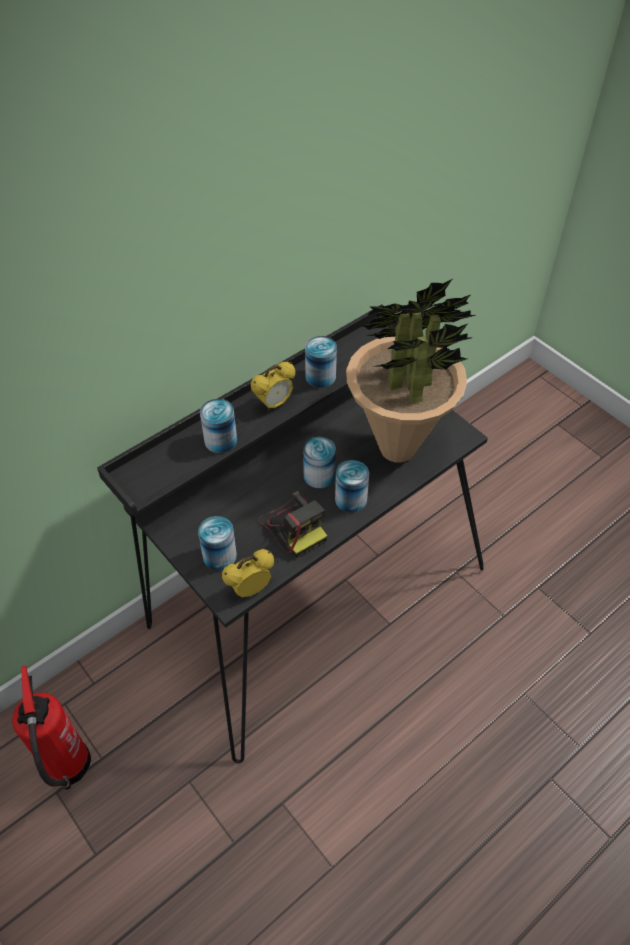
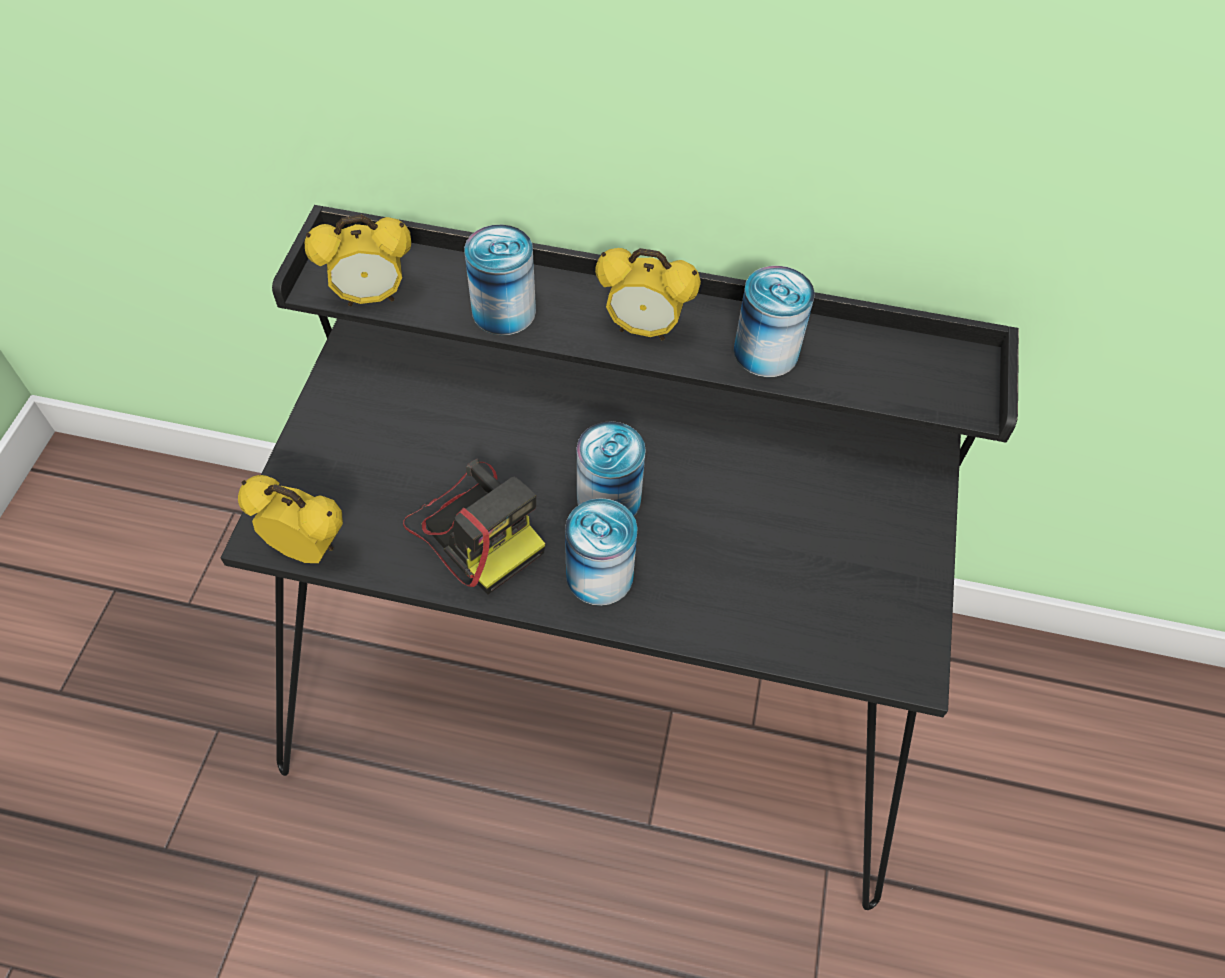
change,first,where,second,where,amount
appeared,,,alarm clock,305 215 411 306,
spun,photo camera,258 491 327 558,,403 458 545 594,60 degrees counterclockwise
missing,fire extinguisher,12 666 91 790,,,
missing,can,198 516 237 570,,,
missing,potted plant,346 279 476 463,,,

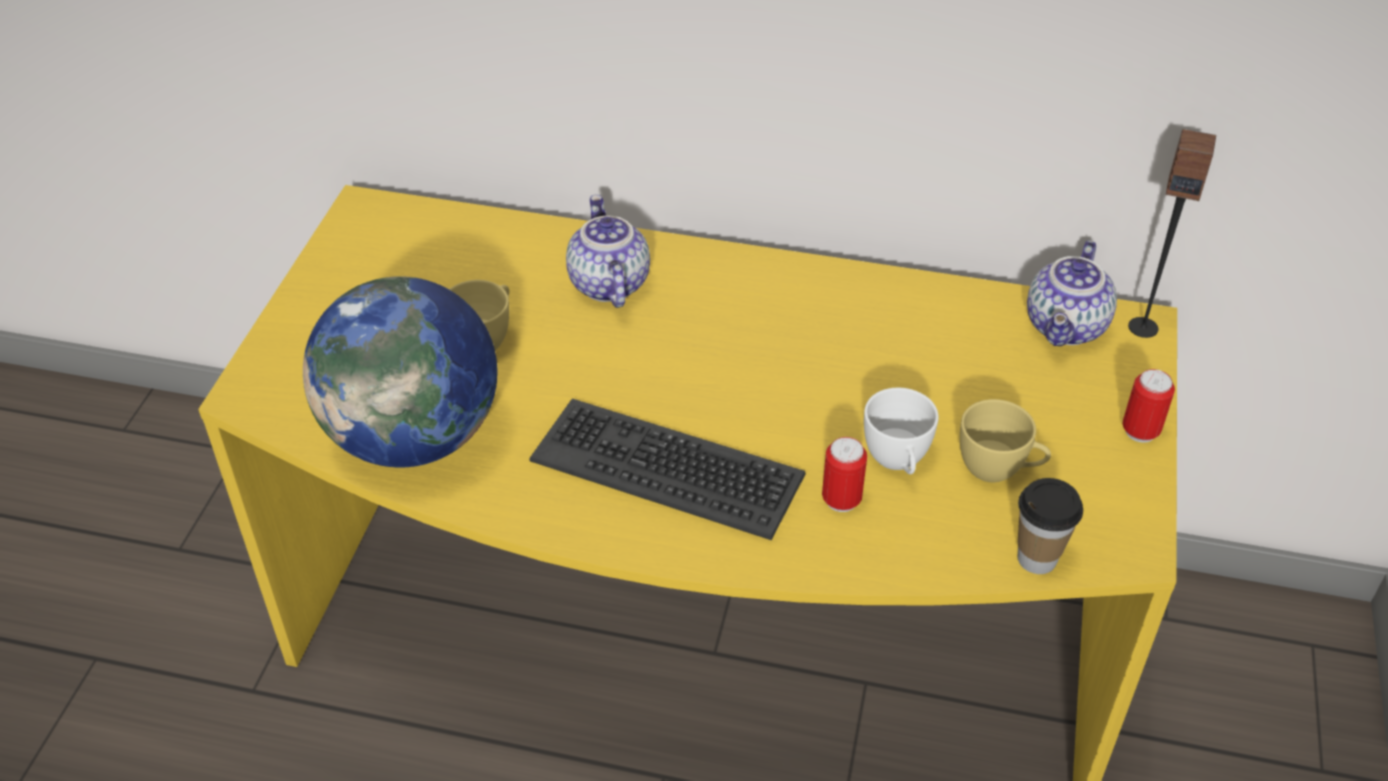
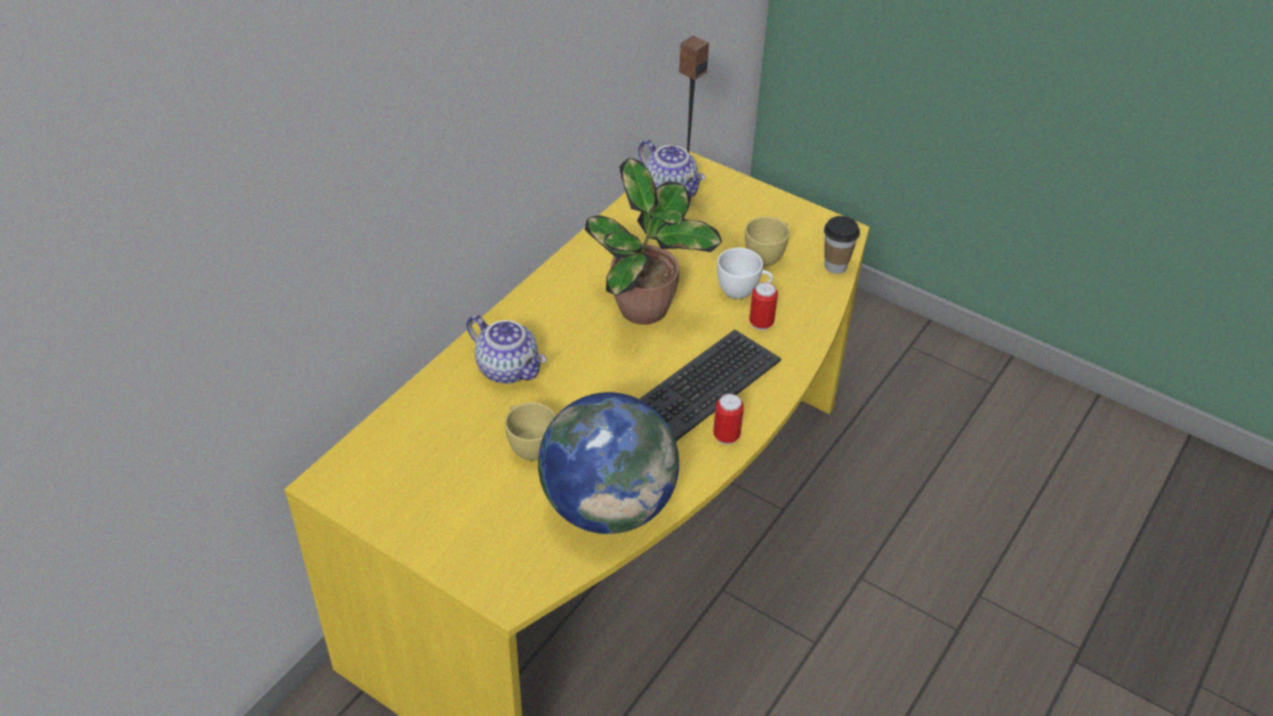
change,first,where,second,where,amount
spun,teapot,566 195 650 308,,467 315 546 384,150 degrees counterclockwise
appeared,,,potted plant,585 158 722 325,
relocated,can,1123 369 1175 443,,713 394 744 445,

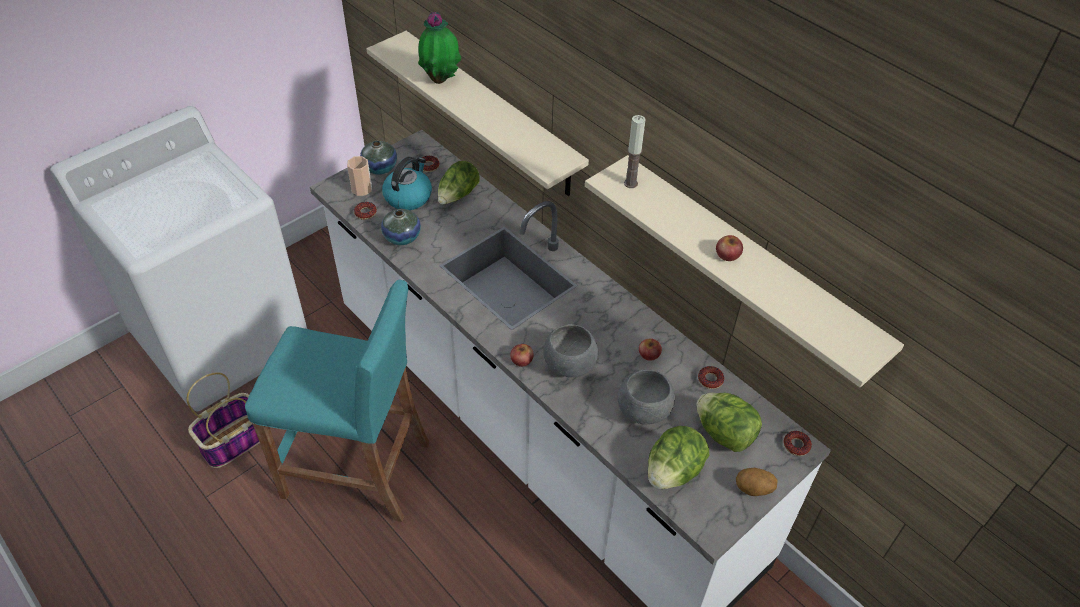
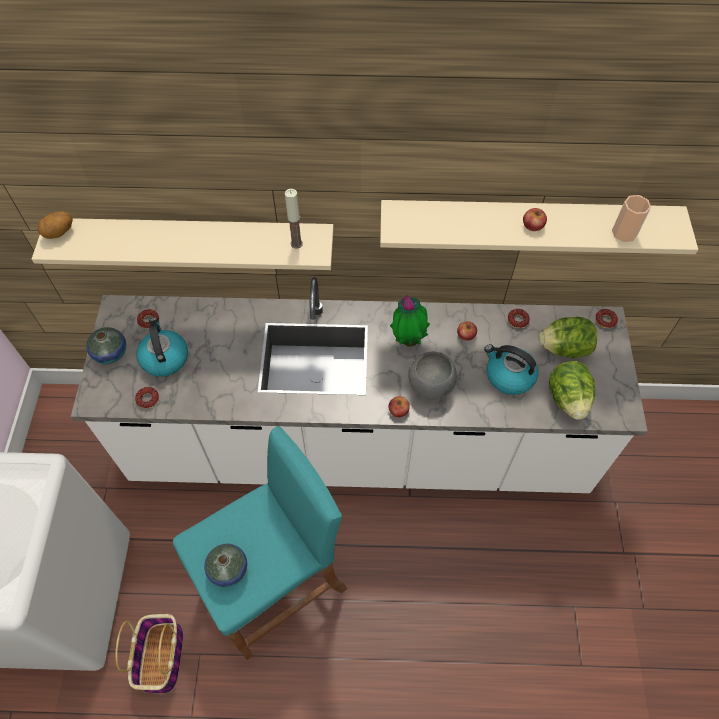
change,first,where,second,where,amount
relocated,potato,736 468 778 496,,38 211 73 239,
relocated,vase,381 209 421 245,,204 544 247 587,
relocated,candle,624 115 646 188,,285 189 303 249,
relocated,potted plant,418 11 462 84,,390 295 430 347,
exchanged,bowl (grey),617 370 675 425,kettle,484 344 538 395,
relocated,cup,347 156 372 196,,612 195 651 242,
missing,lettuce,438 161 479 204,,,

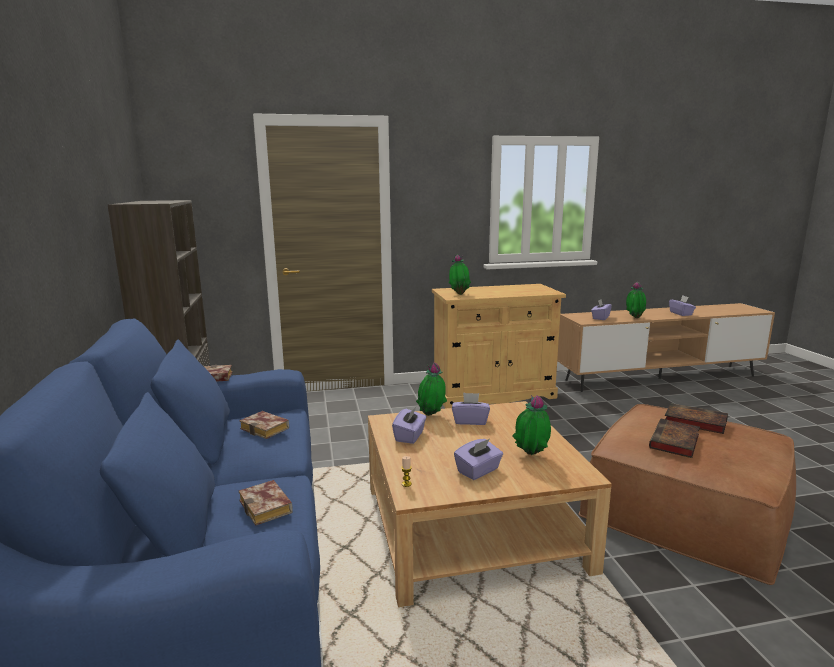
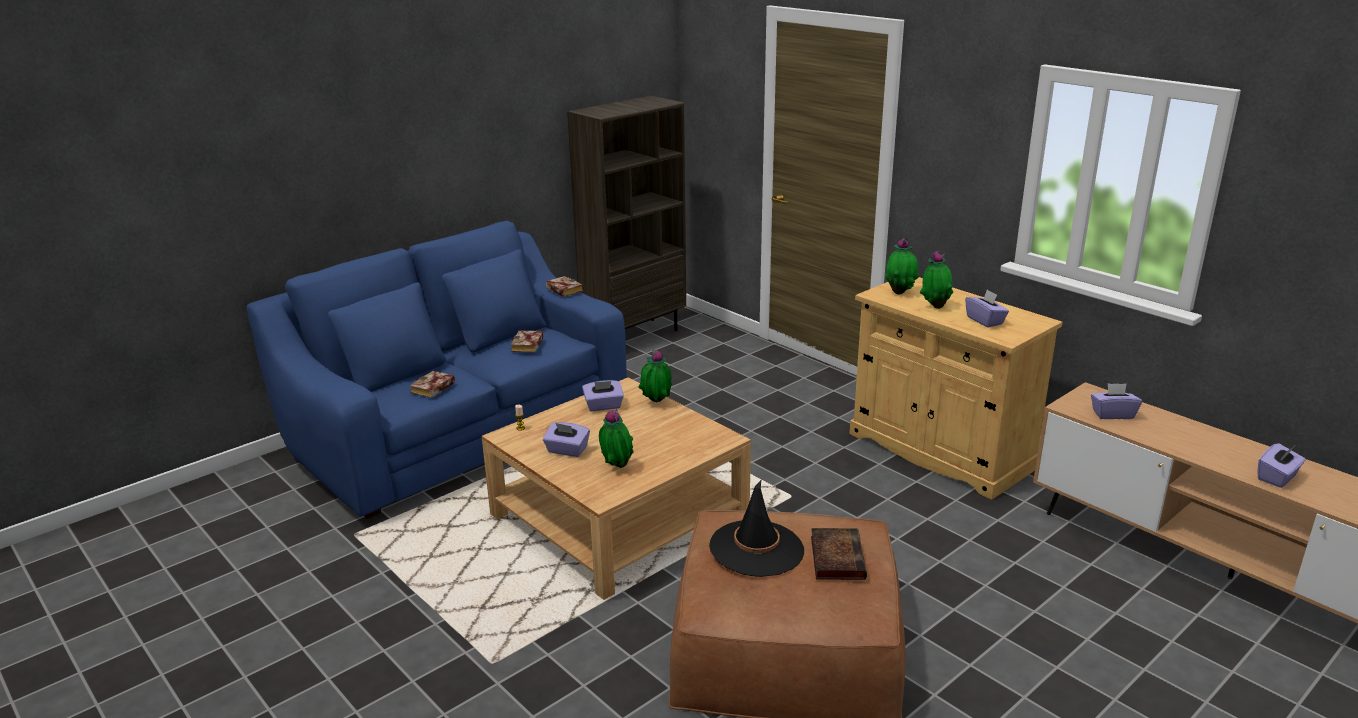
change,first,where,second,where,amount
exchanged,book,649 419 700 458,hat (black),709 480 804 577,
relocated,potted plant,626 282 646 318,,920 251 953 309,
relocated,tissue box (purple),452 393 490 425,,965 290 1009 328,

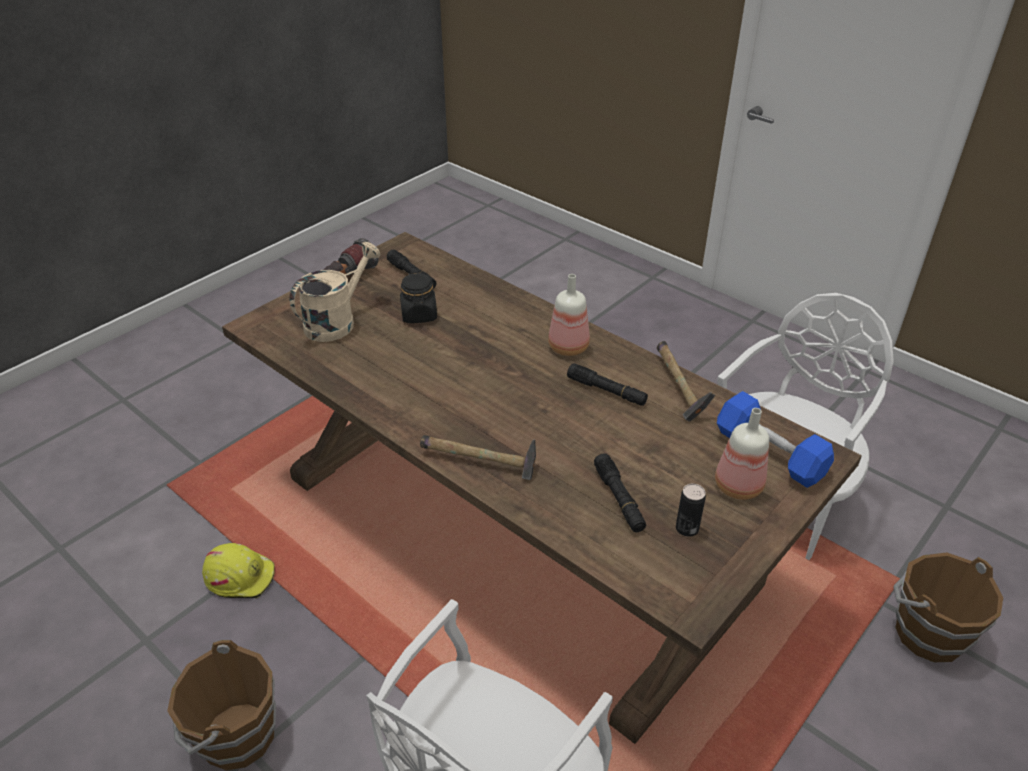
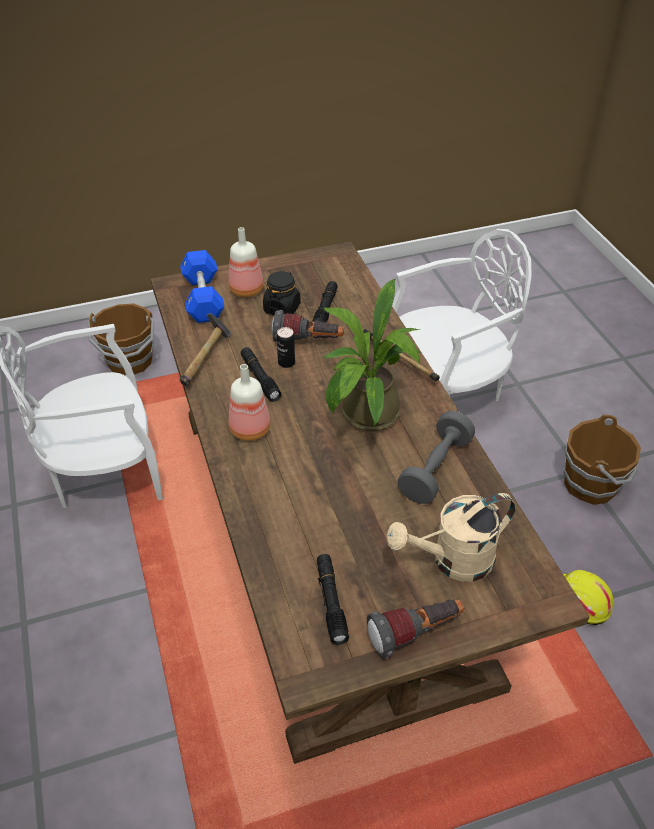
change,first,where,second,where,amount
relocated,jar (black),400 272 437 323,,263 271 301 315,
appeared,,,flashlight,272 310 344 343,
relocated,can,676 484 706 537,,277 327 295 368,
appeared,,,potted plant,323 279 422 432,
appeared,,,dumbbell (grey),398 411 475 504,

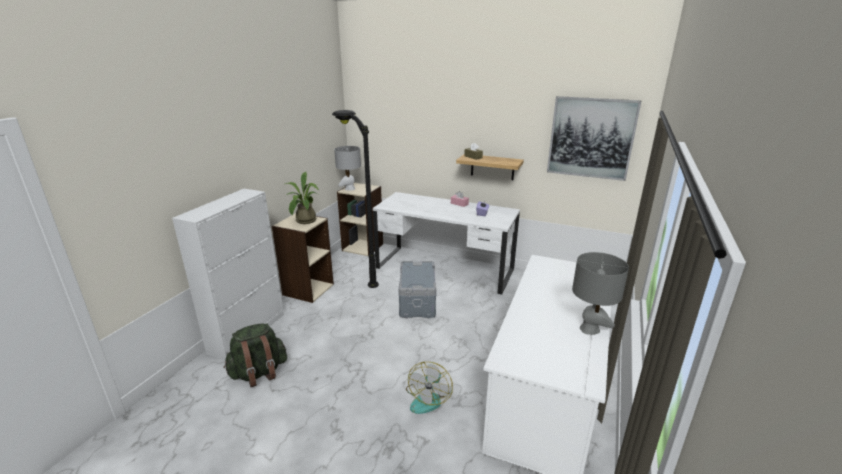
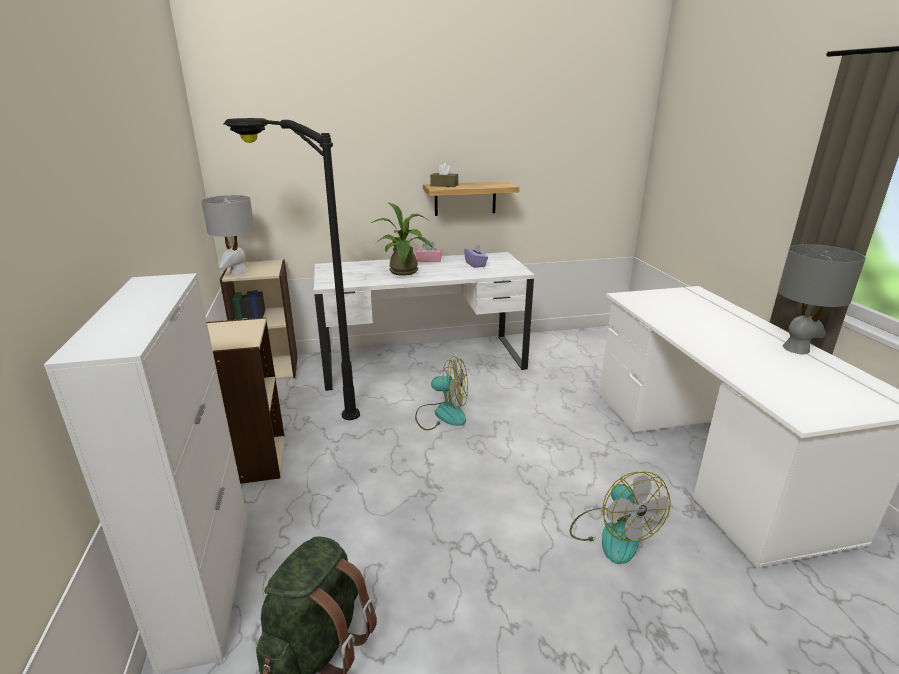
change,first,where,second,where,amount
relocated,potted plant,285 172 320 224,,370 203 433 276,
exchanged,storage box (grey),398 261 436 318,fan,415 356 468 430,
missing,picture,547 96 641 181,,,

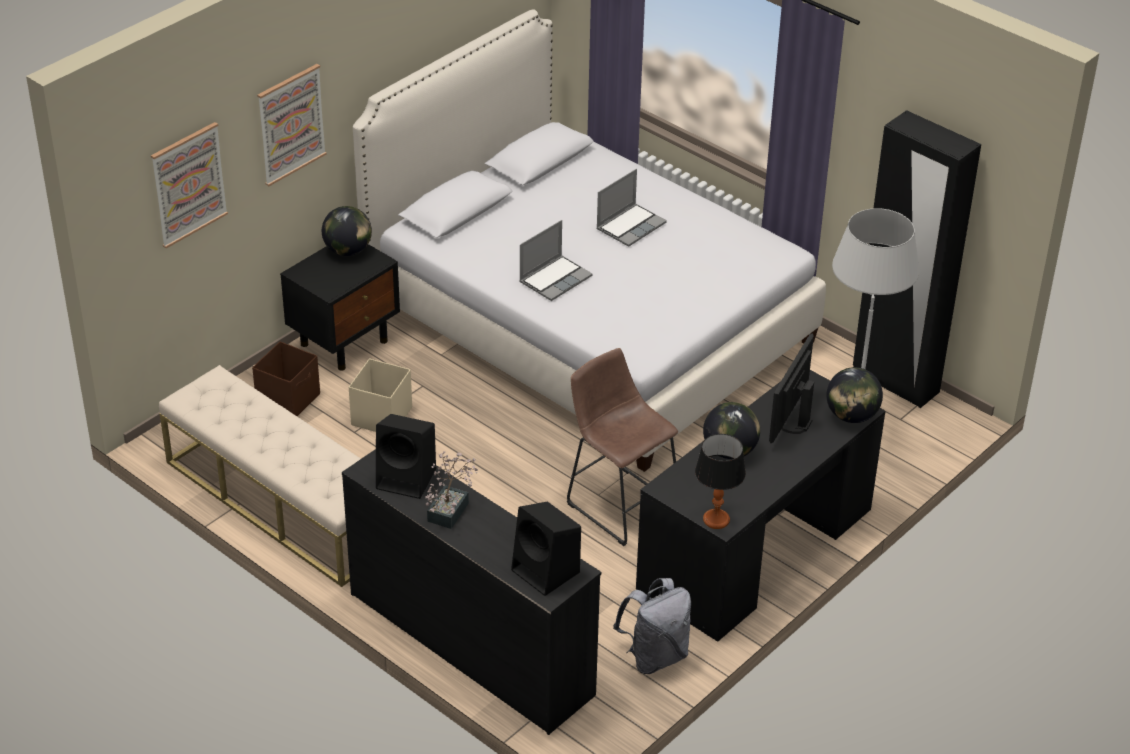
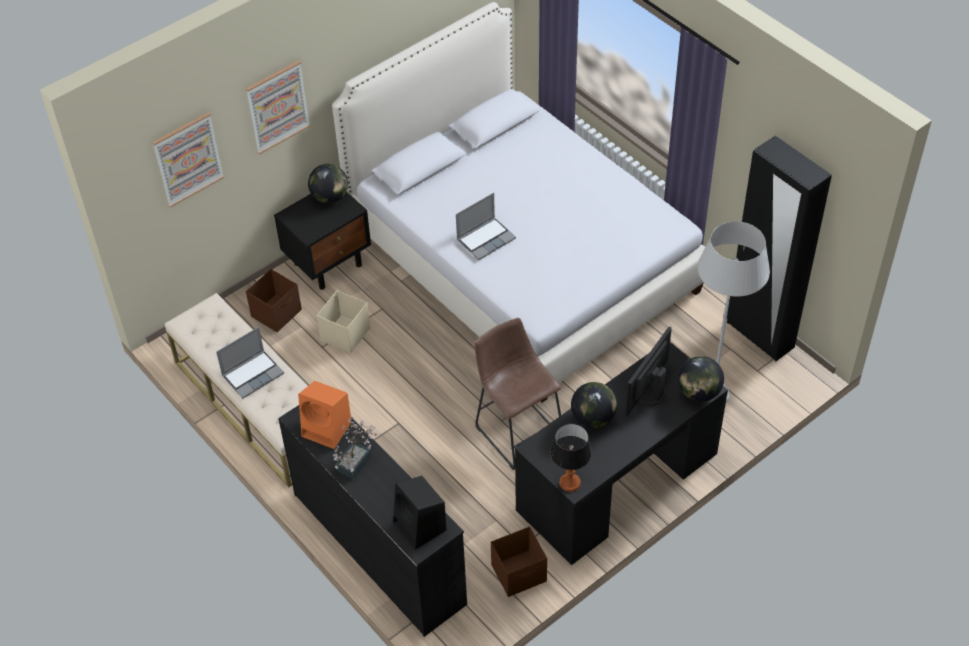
change,first,where,second,where,amount
relocated,laptop,596 169 667 247,,216 327 284 399,
colour,speaker (black),376 414 436 499,speaker (orange),298 381 352 449,
exchanged,backpack (grey),613 578 691 674,storage box (brown),491 526 547 597,

